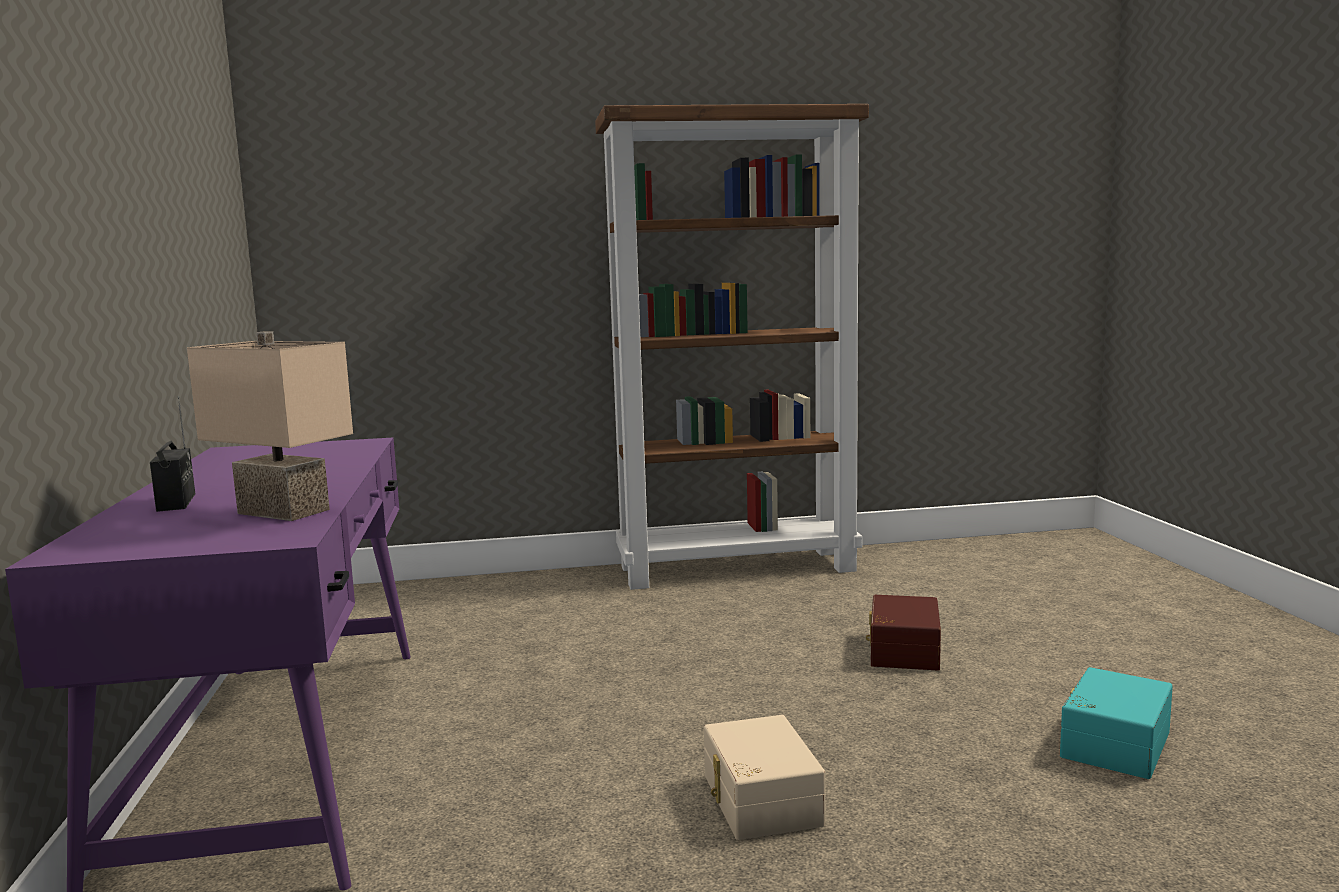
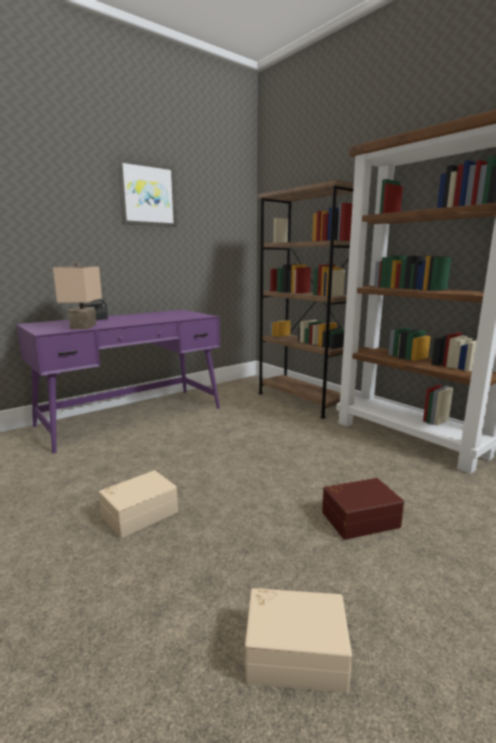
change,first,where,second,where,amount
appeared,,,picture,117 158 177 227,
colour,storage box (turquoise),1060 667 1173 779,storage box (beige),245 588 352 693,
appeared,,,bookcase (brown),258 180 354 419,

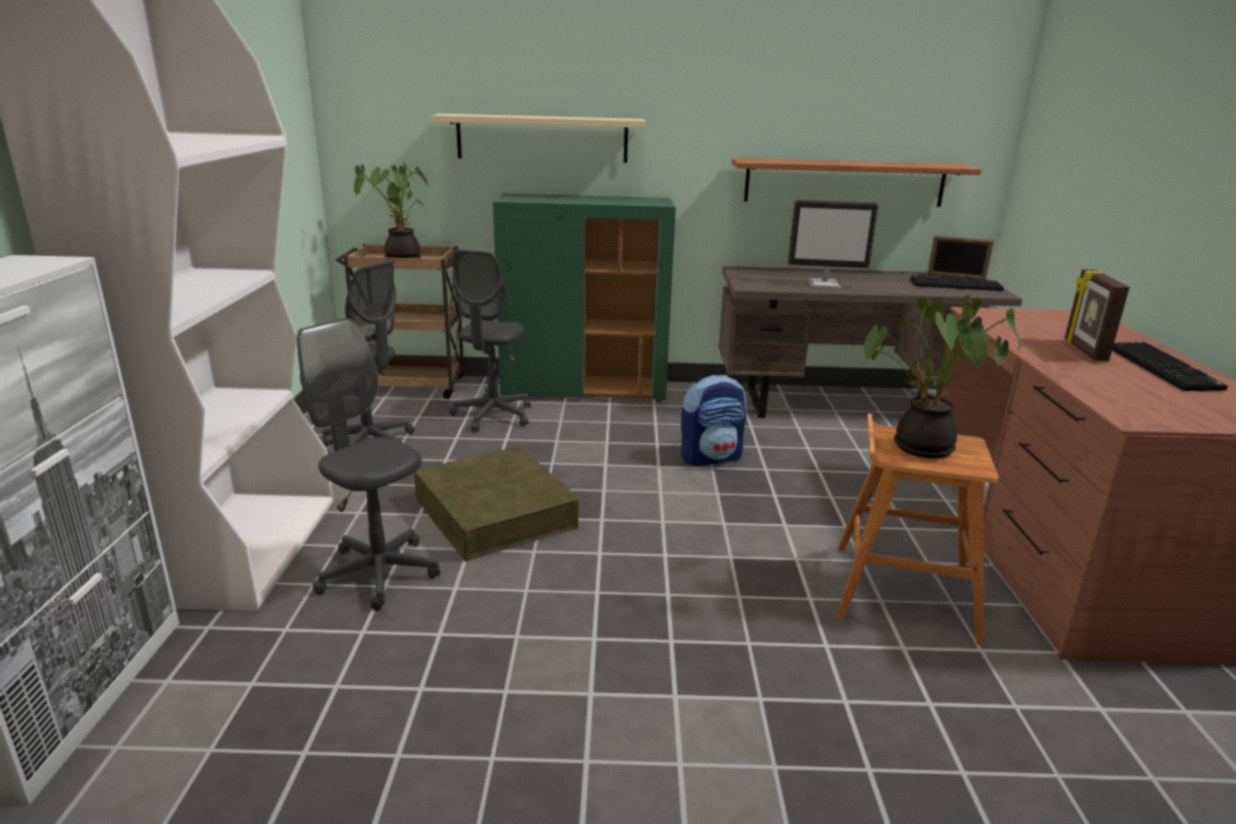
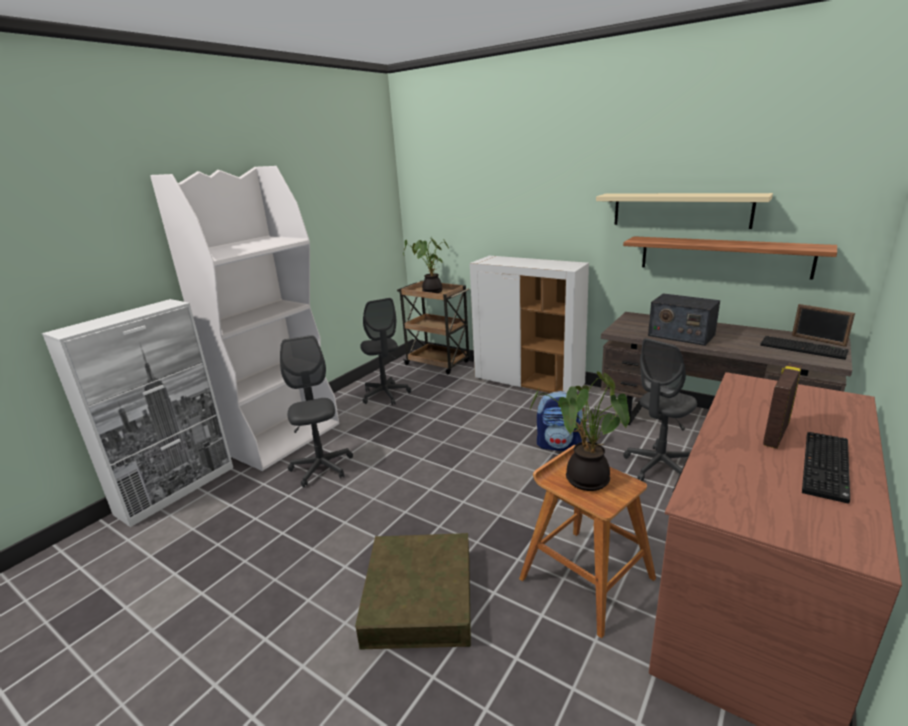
change,first,where,second,where,amount
relocated,storage box (brown),414 446 579 562,,355 533 471 650,
colour,cabinet (green),493 193 676 402,cabinet (white),470 256 589 393,
relocated,shelf (beige),431 114 645 163,,596 193 773 229,
relocated,office chair (grey),450 249 531 432,,623 338 697 481,
exchanged,monitor,788 200 879 288,radio,648 293 720 346,

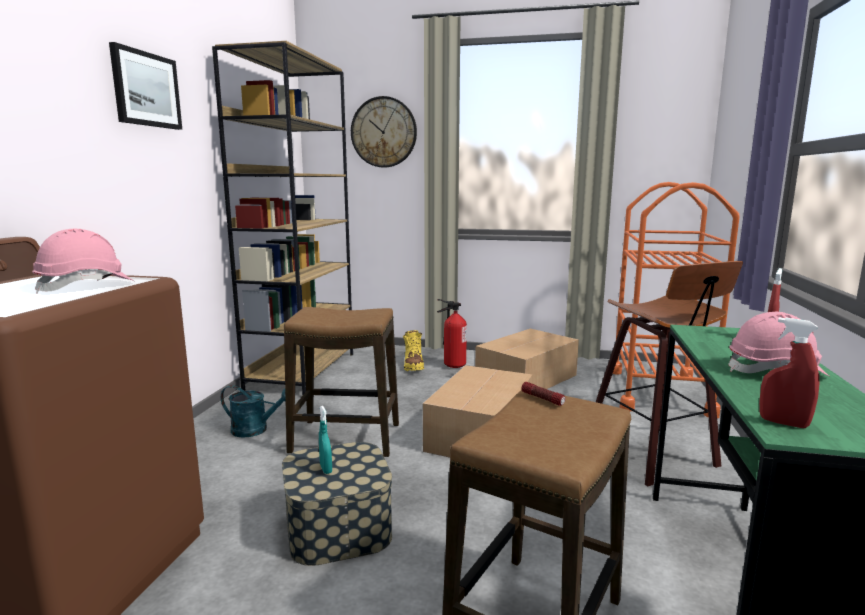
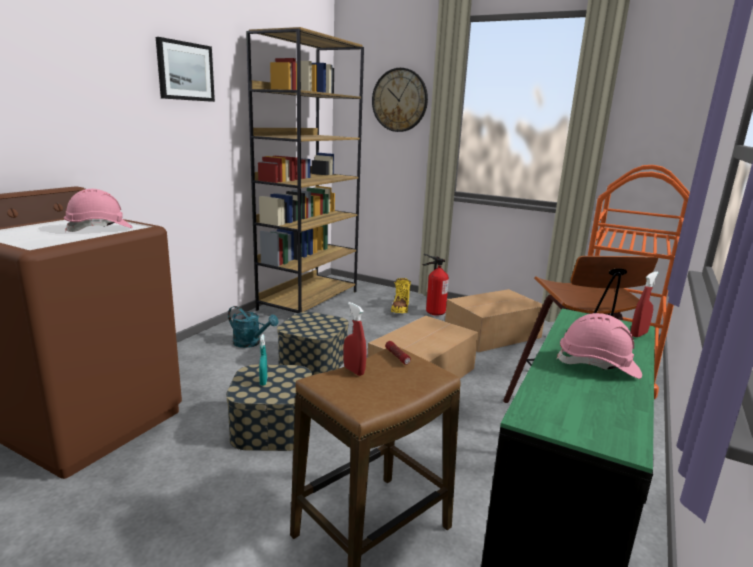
change,first,where,second,where,amount
exchanged,stool,284 307 399 457,storage box,277 312 349 375,
relocated,spray bottle (red),759 318 819 428,,344 302 366 376,

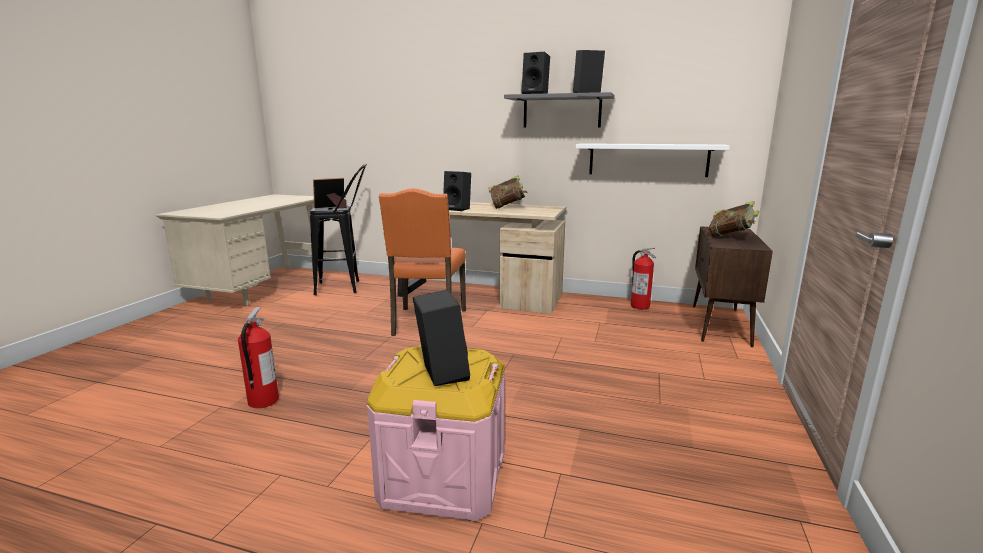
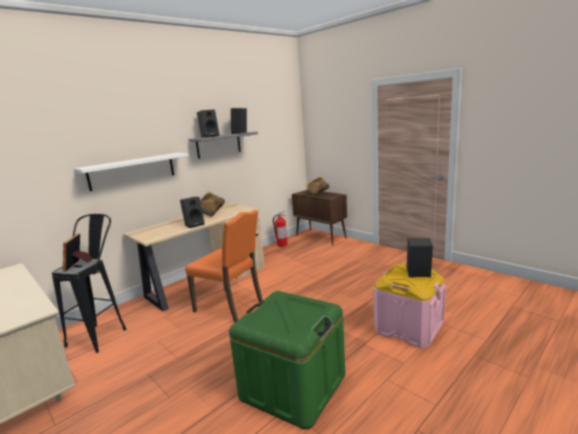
change,first,where,second,where,amount
relocated,shelf (white),575 143 730 177,,74 153 189 191,
exchanged,fire extinguisher,238 307 279 408,storage box (green),229 291 345 429,

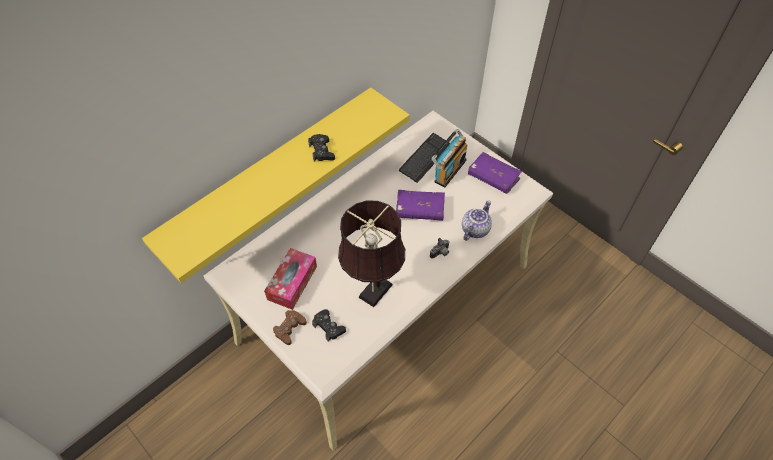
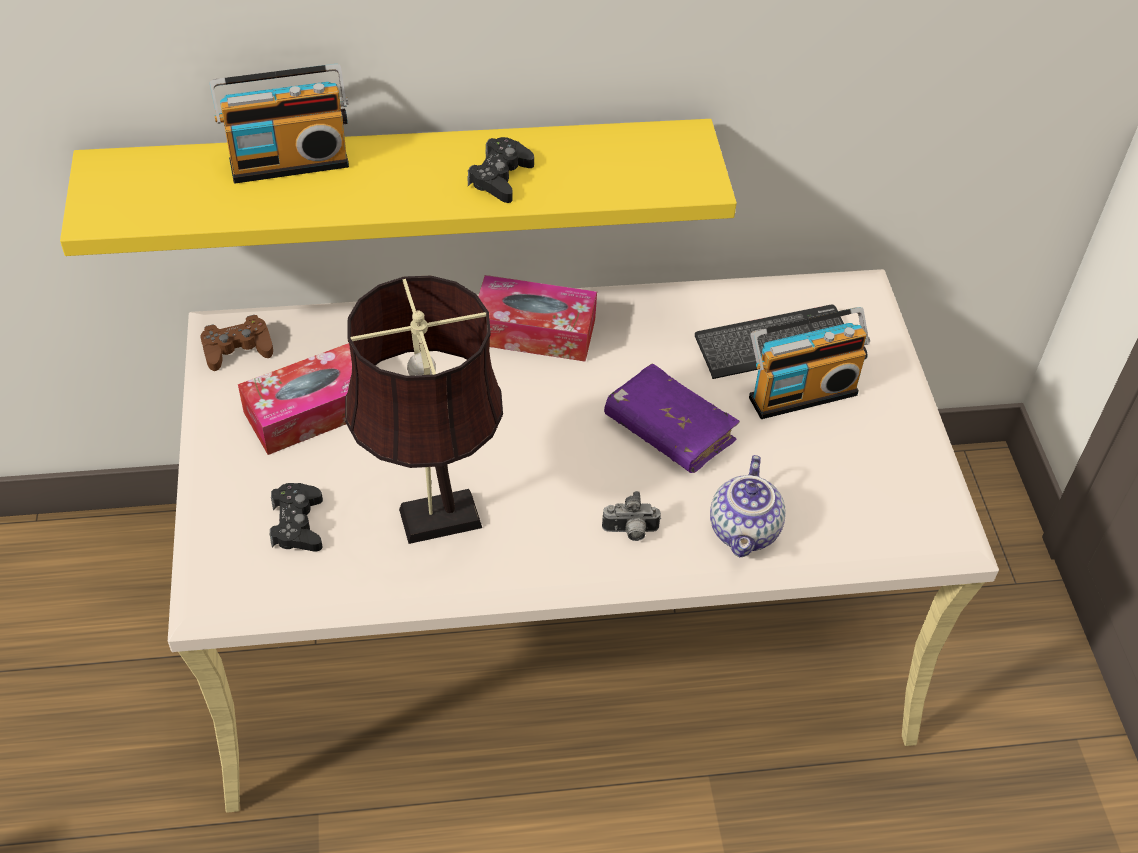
change,first,where,second,where,amount
relocated,game controller (brown),273 310 307 345,,200 315 273 371,
appeared,,,radio,210 64 349 183,
appeared,,,tissue box,478 275 597 362,
spun,teapot,462 201 492 241,,710 455 786 557,120 degrees clockwise
missing,book (purple),468 152 522 194,,,

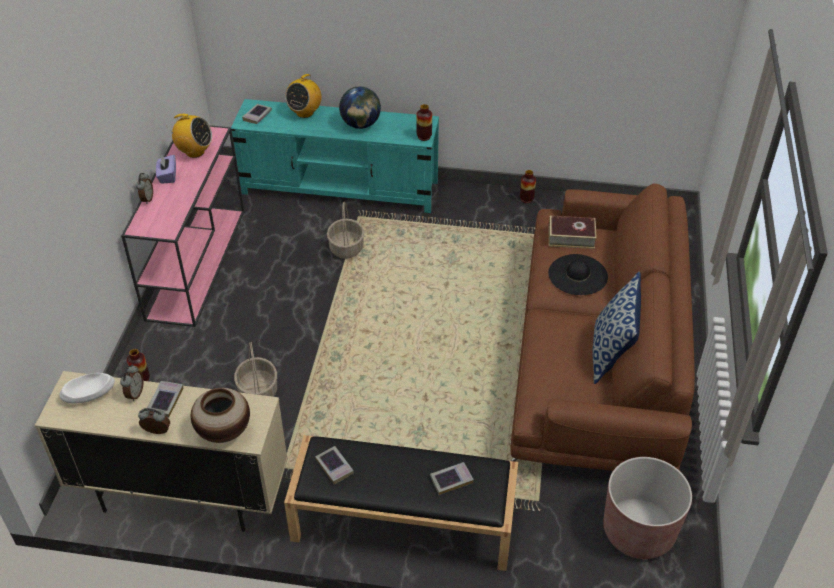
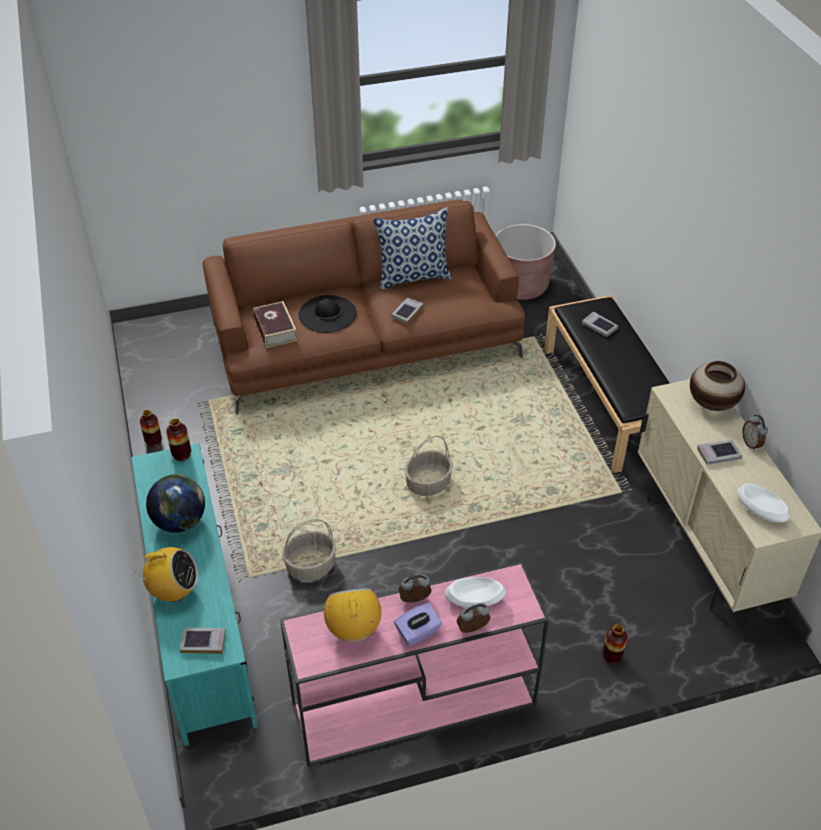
change,first,where,second,where,amount
relocated,book,315 446 354 484,,391 298 423 324,
relocated,alarm clock,120 365 144 401,,398 575 431 603,
relocated,basket,234 342 277 397,,404 436 453 496,
appeared,,,bowl (white),445 577 506 608,

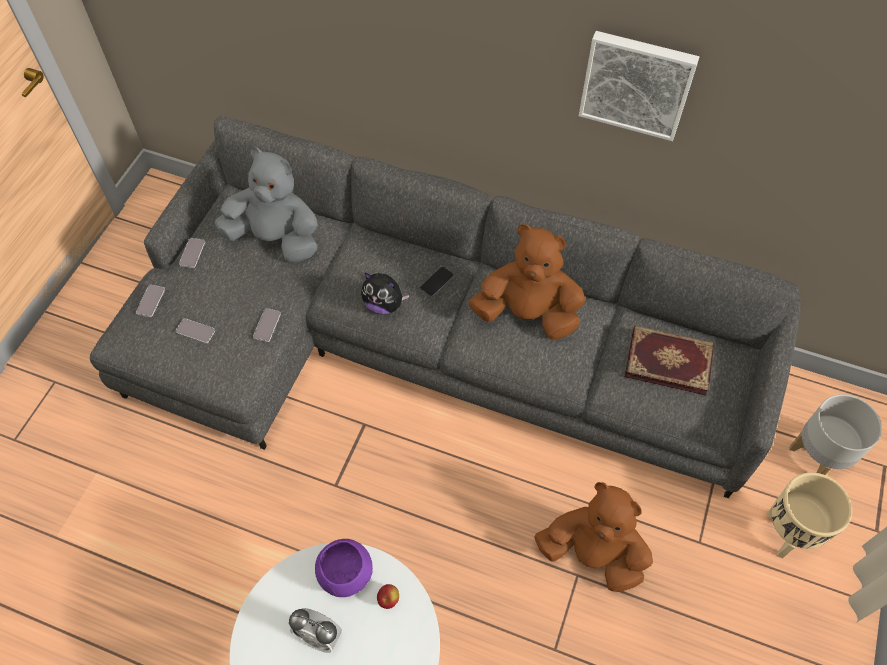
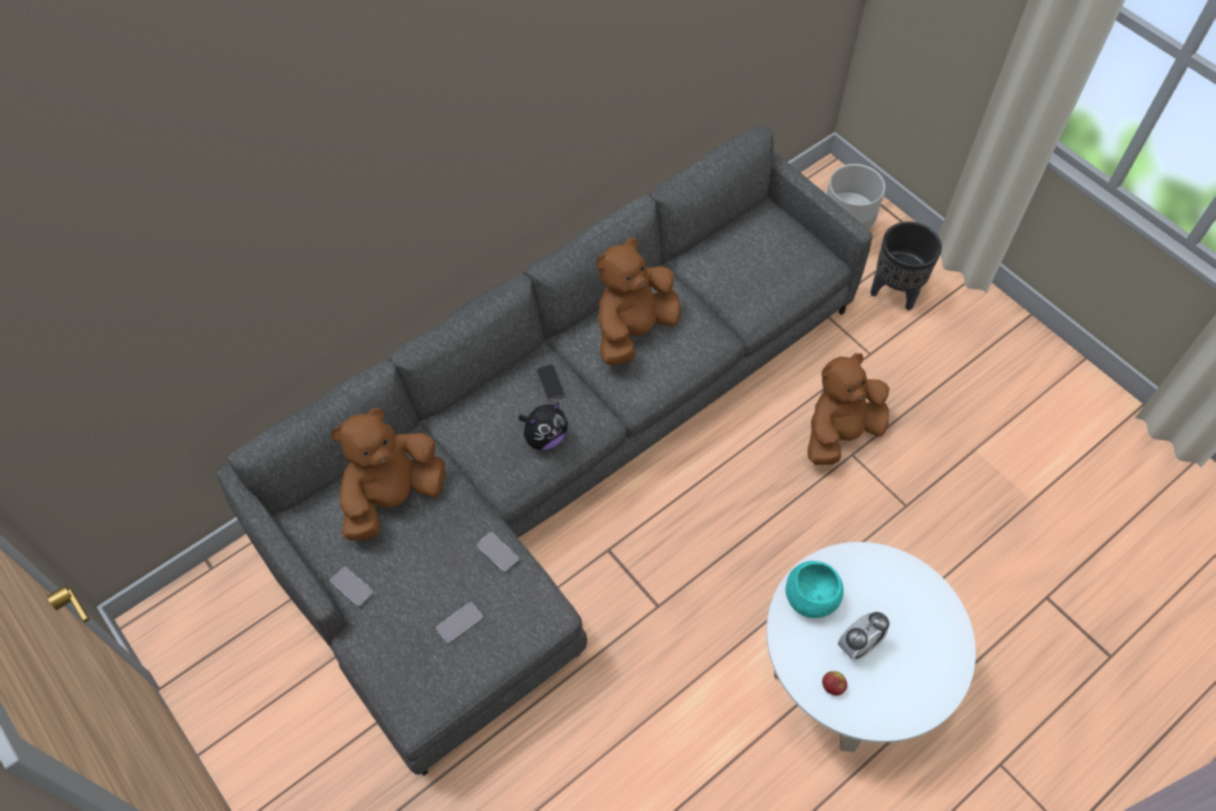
change,first,where,second,where,amount
colour,plush toy (grey),215 148 318 262,plush toy (brown),331 408 445 541,
colour,bowl (purple),315 539 373 597,bowl (turquoise),786 561 844 618,
relocated,apple,377 584 399 609,,822 671 847 696,
colour,planter (beige),767 472 853 559,planter (black),871 222 942 311,
missing,phone,136 285 165 317,,,
missing,picture,579 31 699 141,,,
missing,book,625 326 714 395,,,

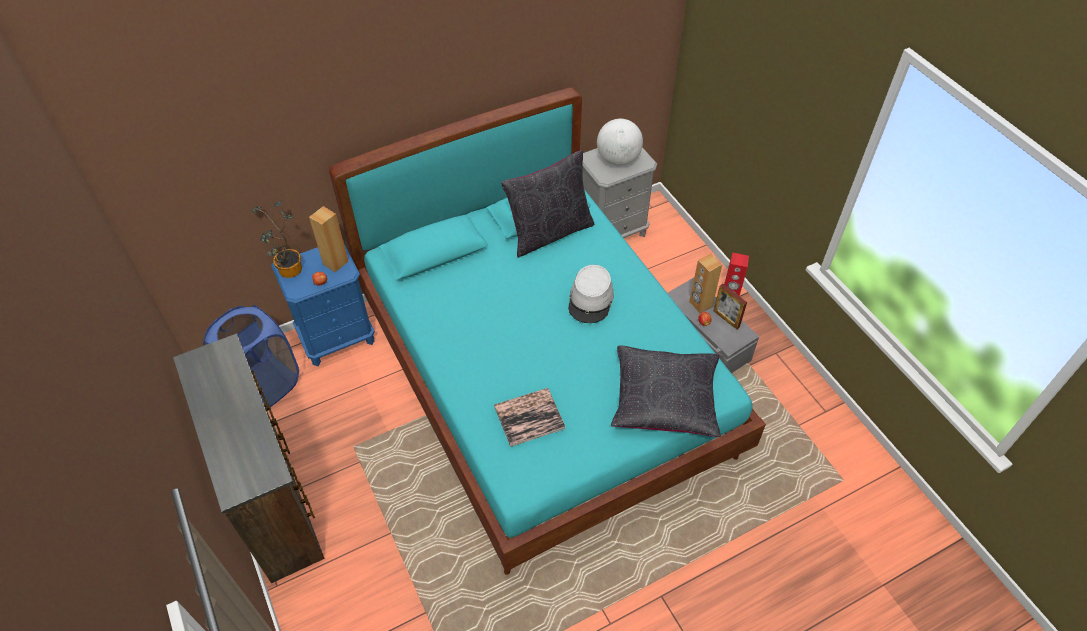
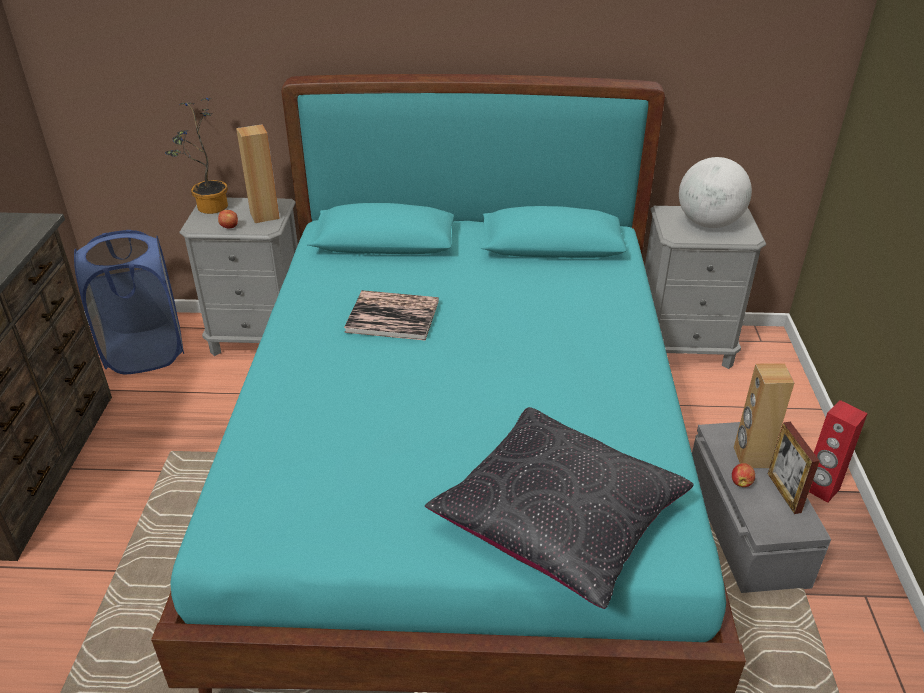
change,first,where,second,where,amount
colour,nightstand (blue),271 244 375 366,nightstand (grey),179 198 298 356,
relocated,book,494 388 566 447,,344 290 439 341,
missing,pillow (black),501 150 594 258,,,
missing,hat (grey),568 265 614 323,,,

